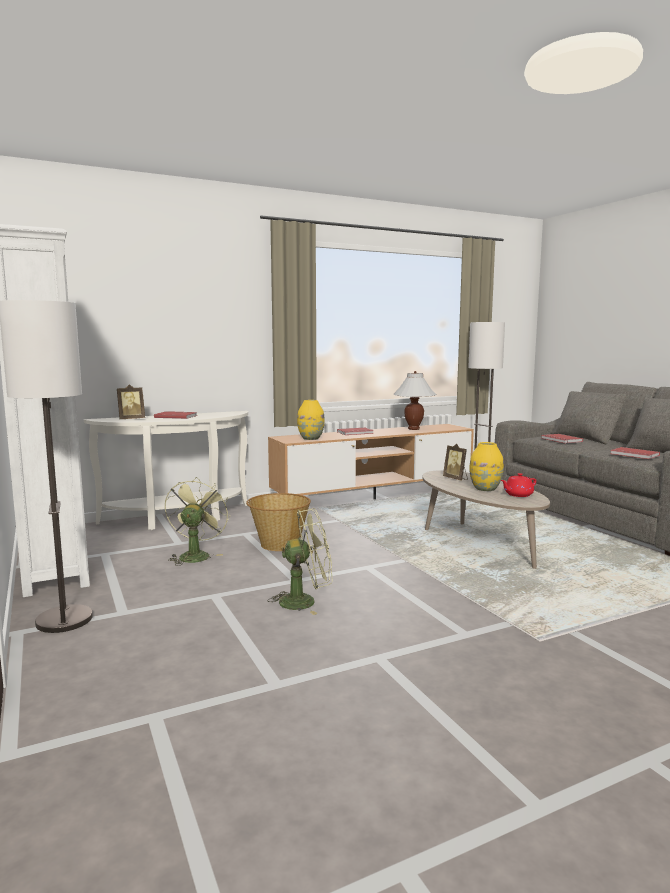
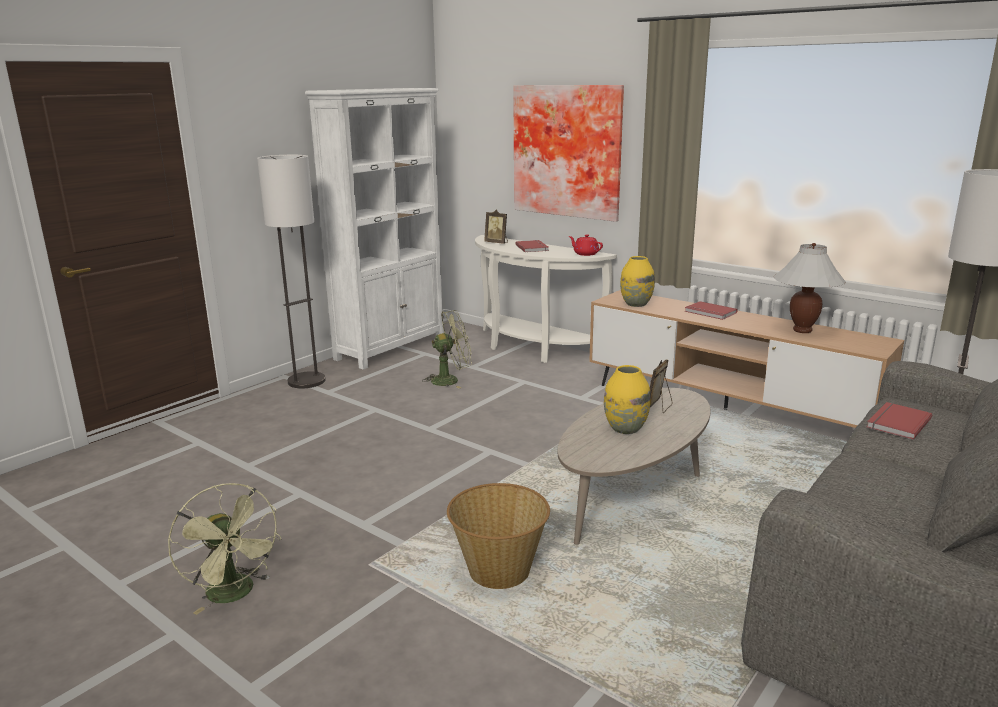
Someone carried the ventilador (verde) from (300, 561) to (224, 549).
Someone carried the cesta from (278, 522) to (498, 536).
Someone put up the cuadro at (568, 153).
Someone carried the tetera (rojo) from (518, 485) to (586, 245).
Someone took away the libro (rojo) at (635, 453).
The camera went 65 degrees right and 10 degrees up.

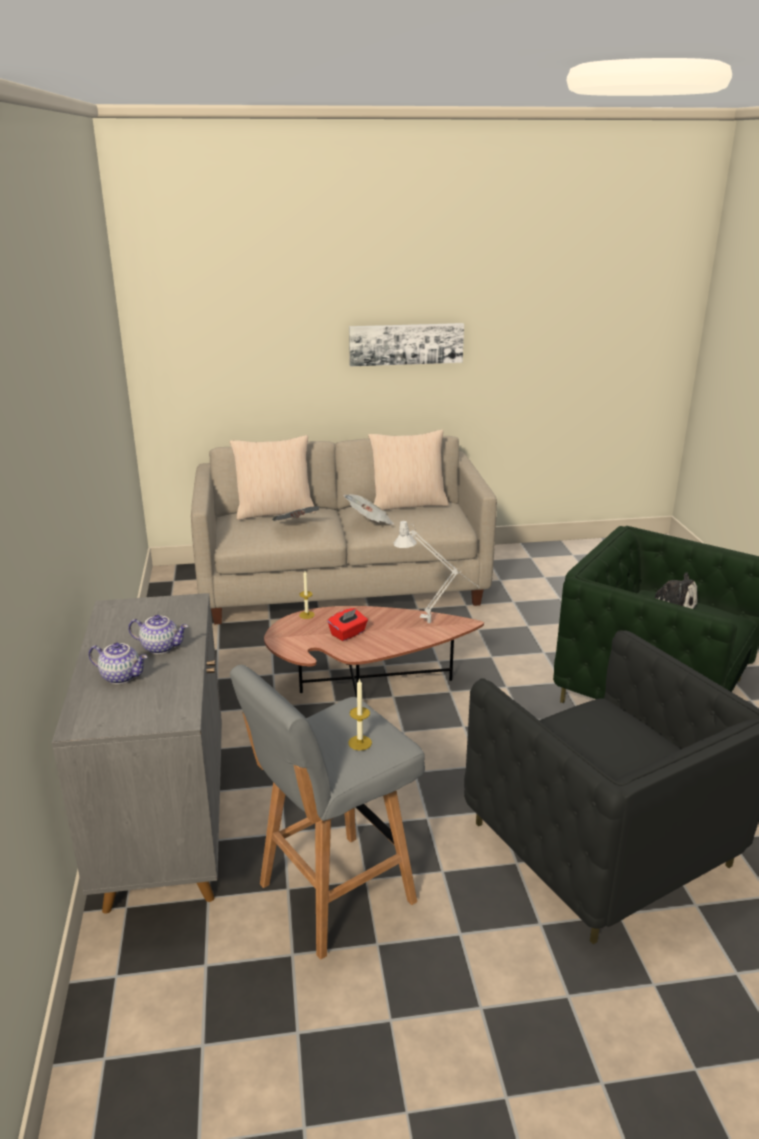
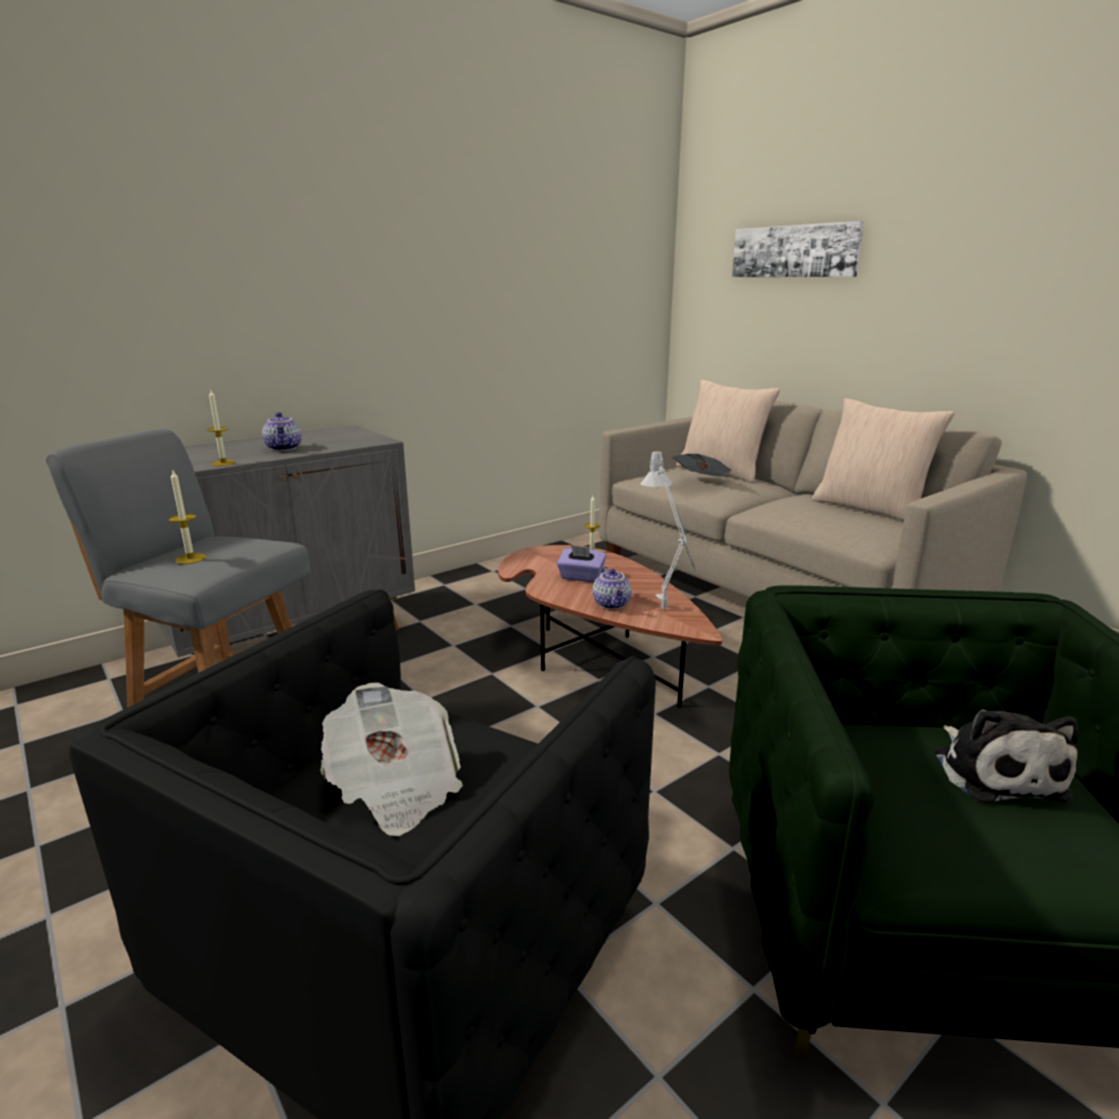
Someone put down the vela at (221, 428).
Someone carried the periódico from (369, 509) to (391, 759).
Someone repainted the caja de pañuelos (rojo) at (348, 624), which became the caja de pañuelos (morado) at (581, 563).
Someone carried the tetera from (118, 663) to (612, 588).
Someone carried the cuadro from (406, 344) to (798, 249).
The camera went 60 degrees right and 5 degrees down.

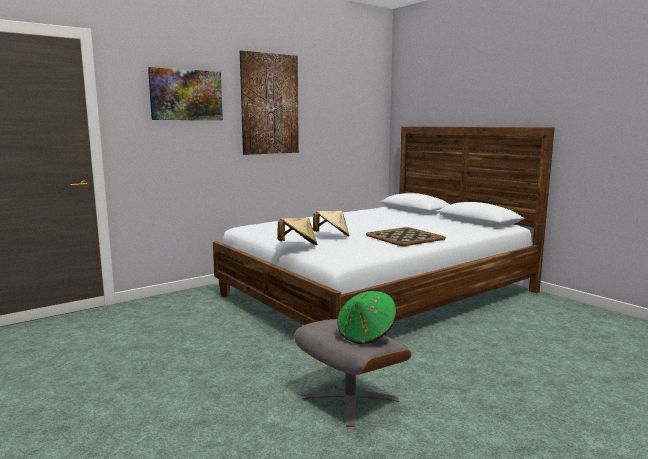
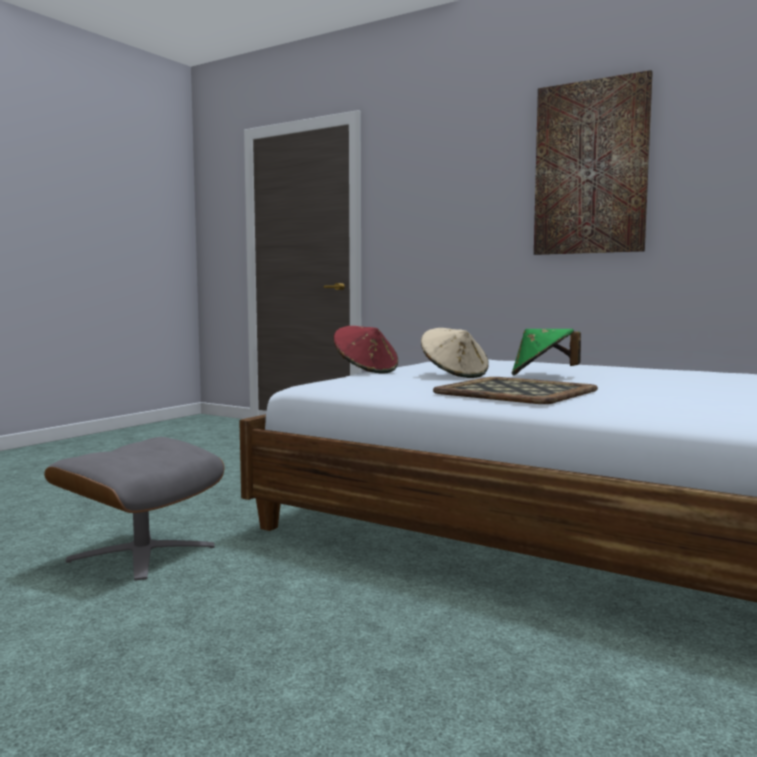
Someone repainted the sombrero (beis) at (297, 231), which became the sombrero (rojo) at (366, 350).
Someone carried the sombrero (verde) from (366, 317) to (546, 352).
Someone took away the cuadro at (185, 93).
The camera went 70 degrees right and 5 degrees down.

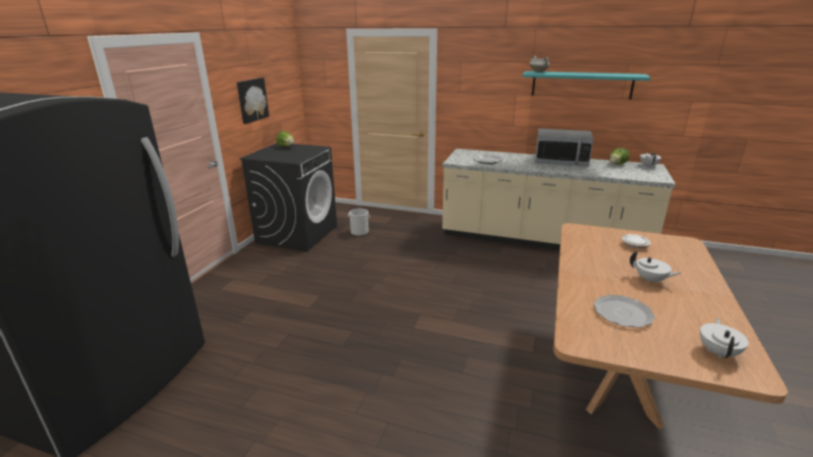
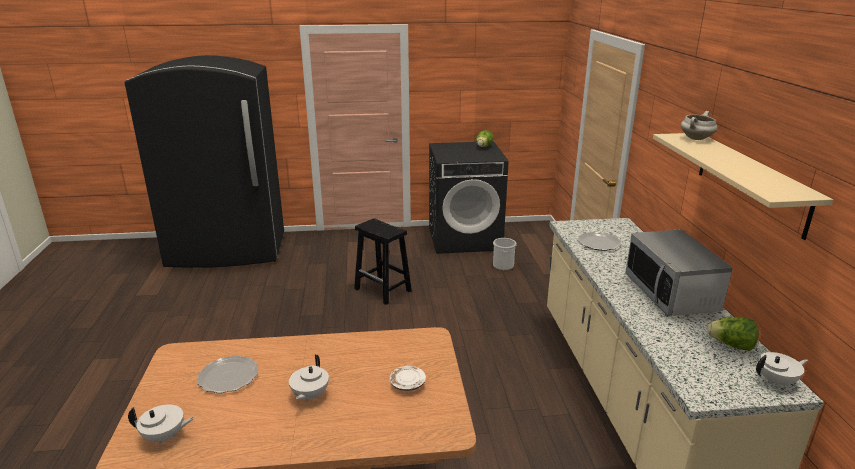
Someone put down the taburete (negro) at (383, 261).
Someone repainted the estante (turquesa) at (586, 85), which became the estante (beis) at (743, 186).
Someone took away the cuadro at (253, 101).
The camera went 65 degrees right and 0 degrees up.

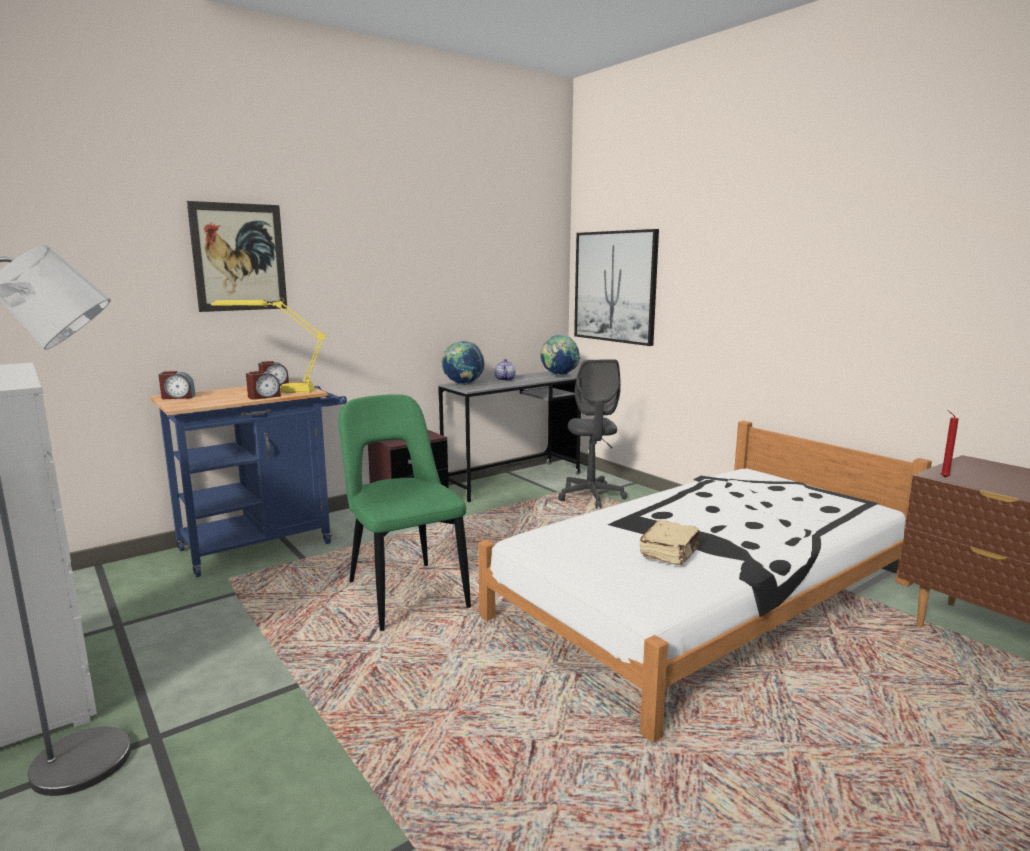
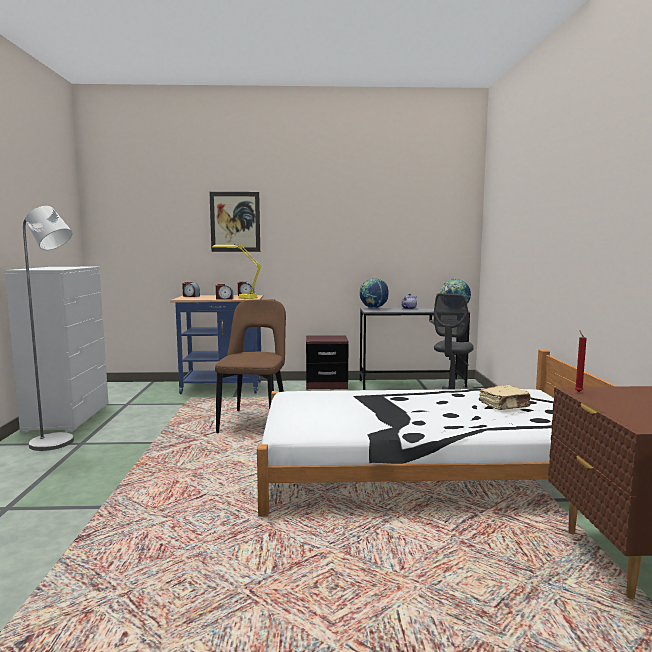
Someone repainted the silla (verde) at (405, 512), which became the silla (marrón) at (250, 366).
Someone carried the libro (beis) from (669, 542) to (505, 397).
Someone took away the cuadro at (616, 287).
The camera went 35 degrees right and 5 degrees down.

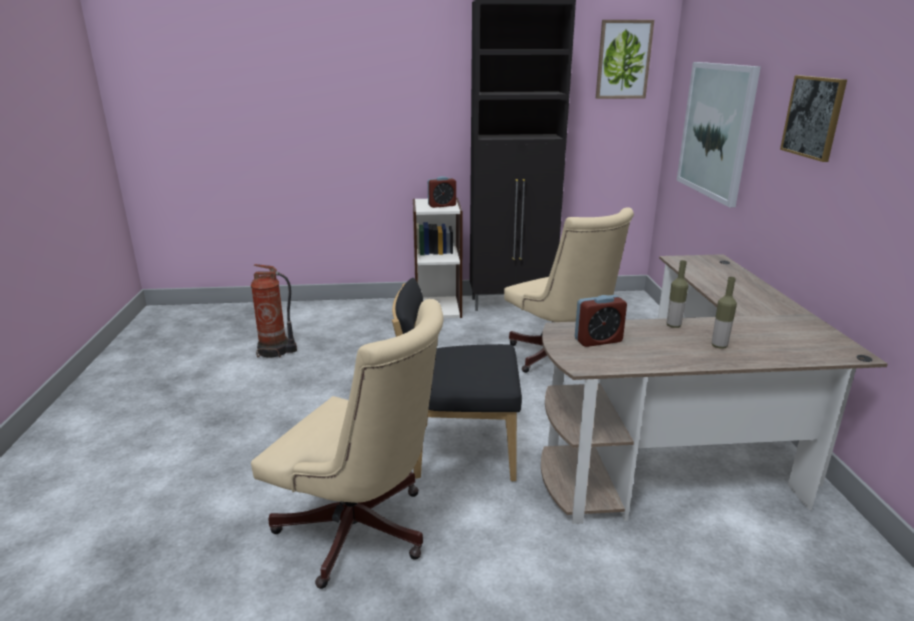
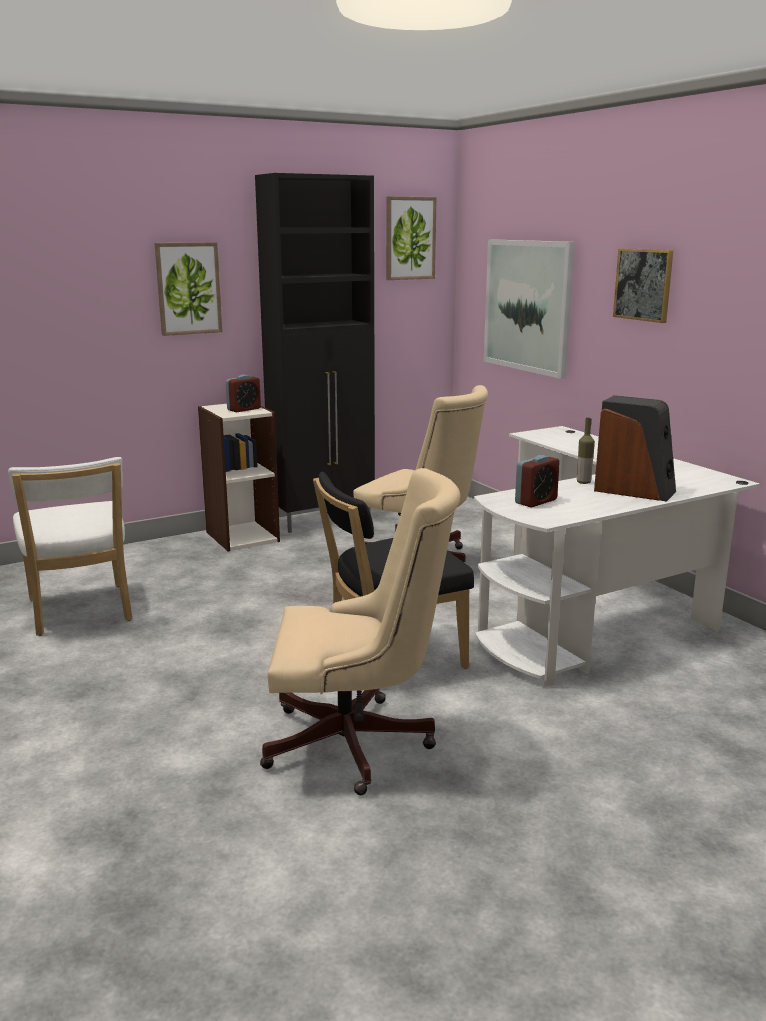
Someone swapped the extintor at (274, 311) for the silla (blanco) at (70, 546).
Someone put up the cuadro at (188, 289).
Someone repainted the escritorio (marrón) at (714, 389), which became the escritorio (blanco) at (617, 556).
Someone swapped the botella at (724, 313) for the altavoz at (635, 448).
The camera went 25 degrees left and 5 degrees down.

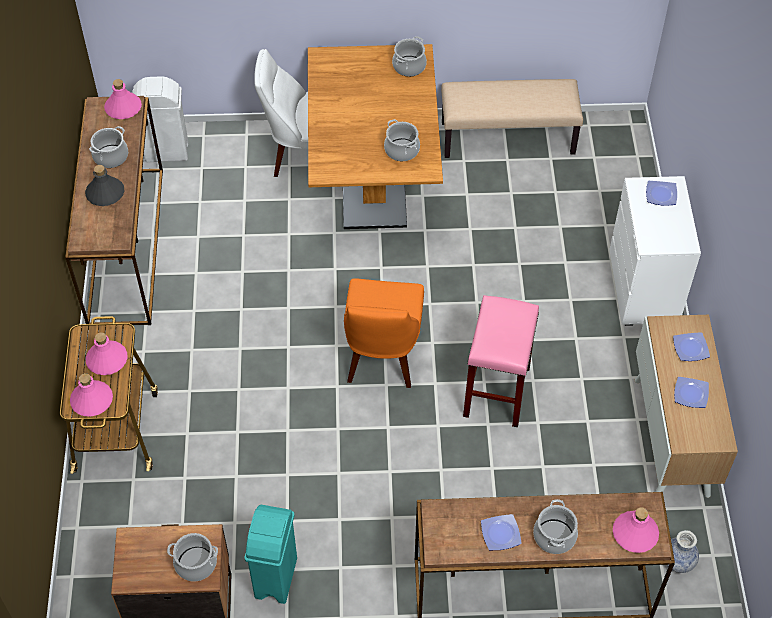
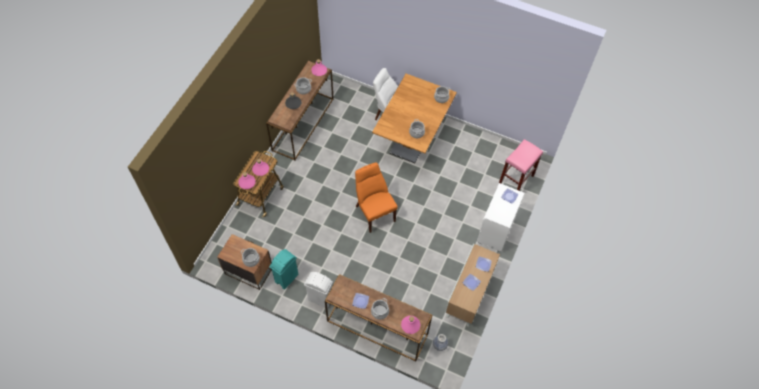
Someone carried the papelera (blanco) from (160, 119) to (318, 290).
Someone rotated the silla (naranja) at (384, 333) by 120 degrees clockwise.
Someone carried the taburete (rosa) from (501, 361) to (521, 165).
Someone took away the banco (beis) at (512, 118).
The camera went 25 degrees right and 5 degrees up.

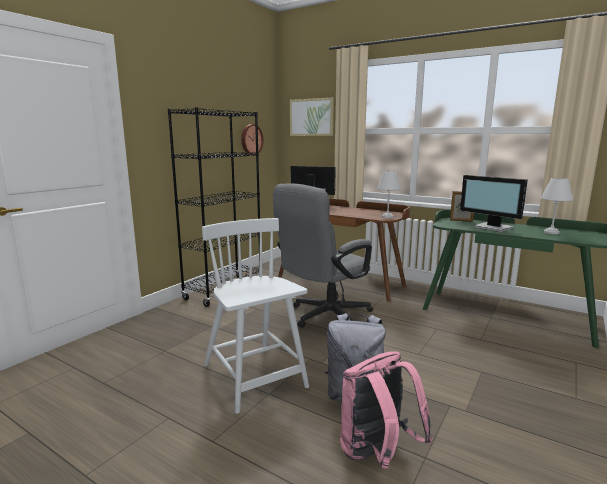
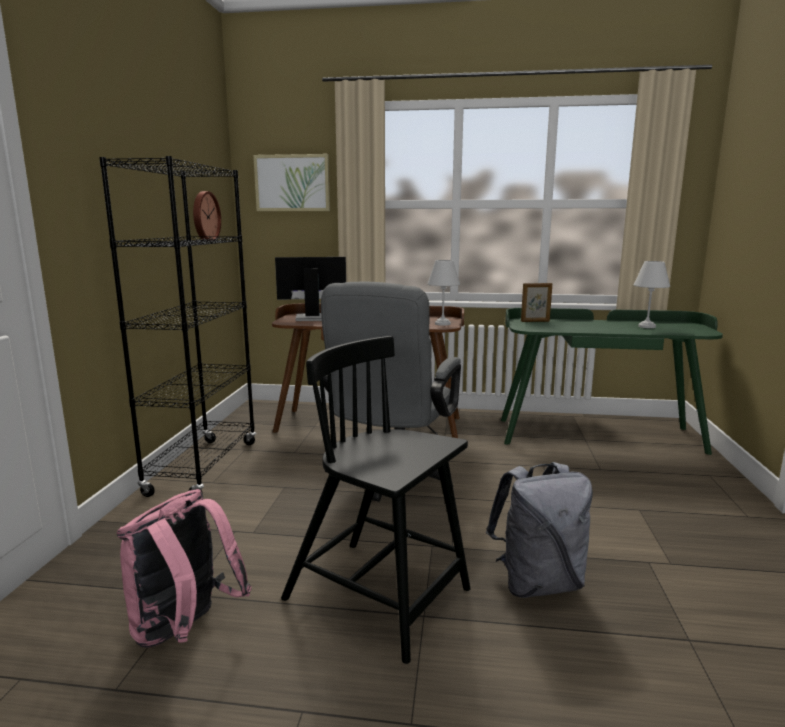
Someone carried the mochila (rosa) from (386, 410) to (184, 568).
Someone repainted the silla (blanco) at (255, 316), which became the silla (negro) at (375, 500).
Someone took away the monitor at (494, 203).
The camera went 25 degrees left and 0 degrees up.

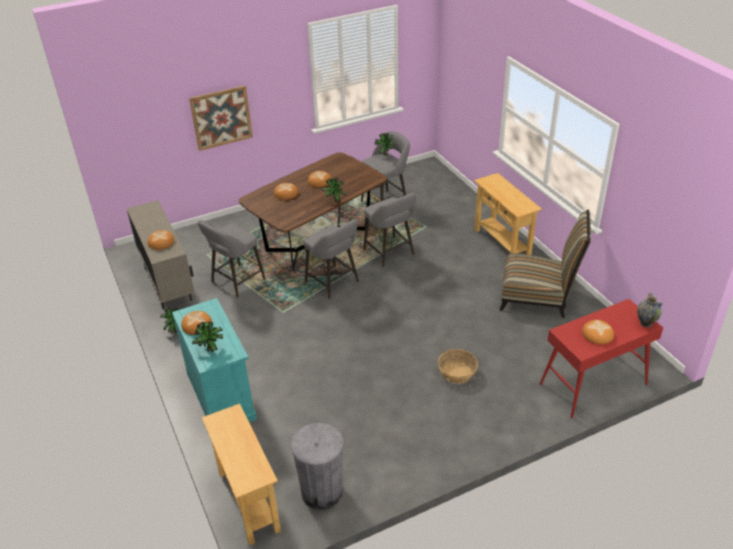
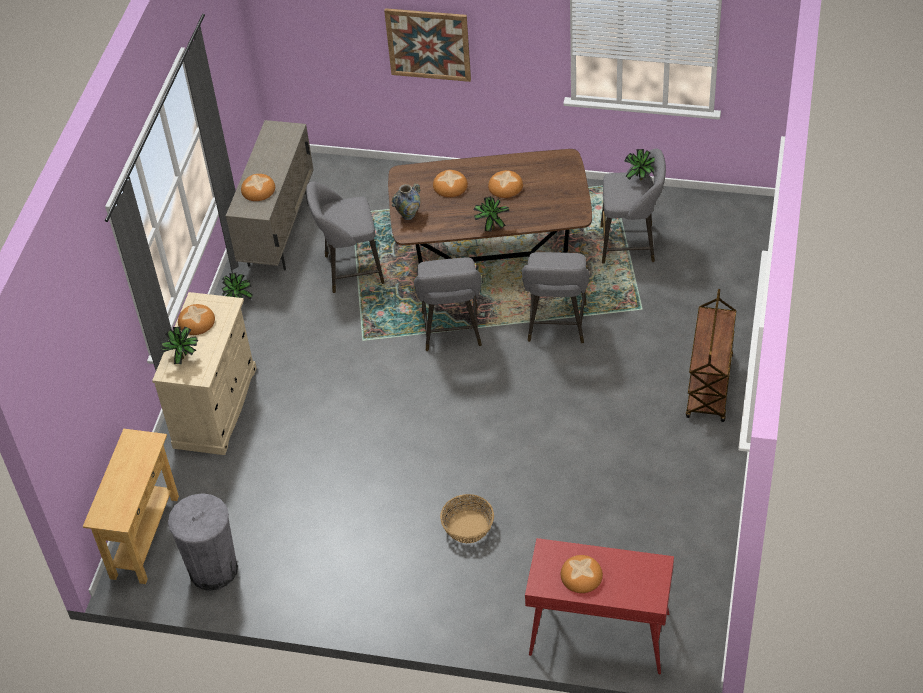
Someone repainted the armario (turquesa) at (214, 360), which became the armario (beis) at (204, 373).
Someone carried the florero from (650, 310) to (405, 201).
Someone swapped the mesa consola (beis) at (508, 214) for the carrito (marrón) at (711, 355).
Someone took away the silla at (545, 264).
The camera went 40 degrees right and 10 degrees up.

